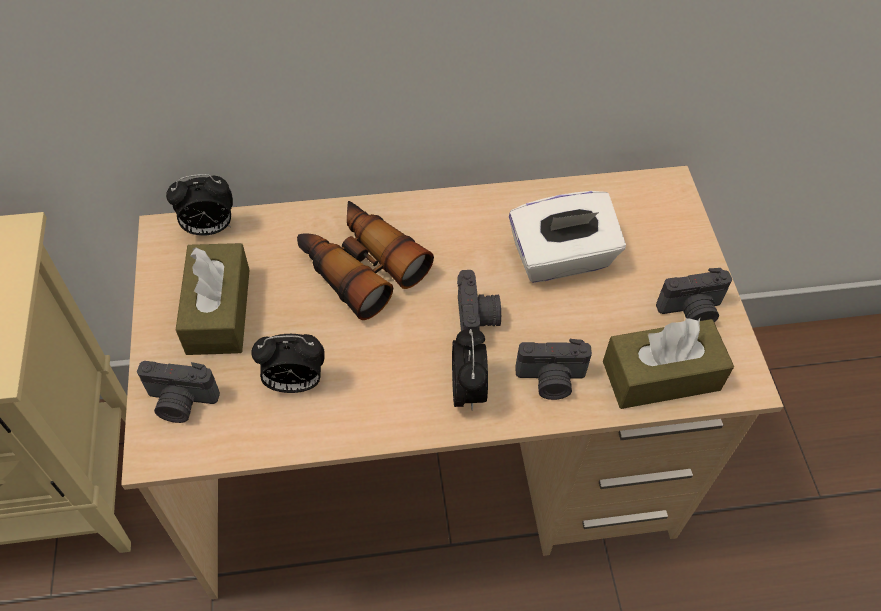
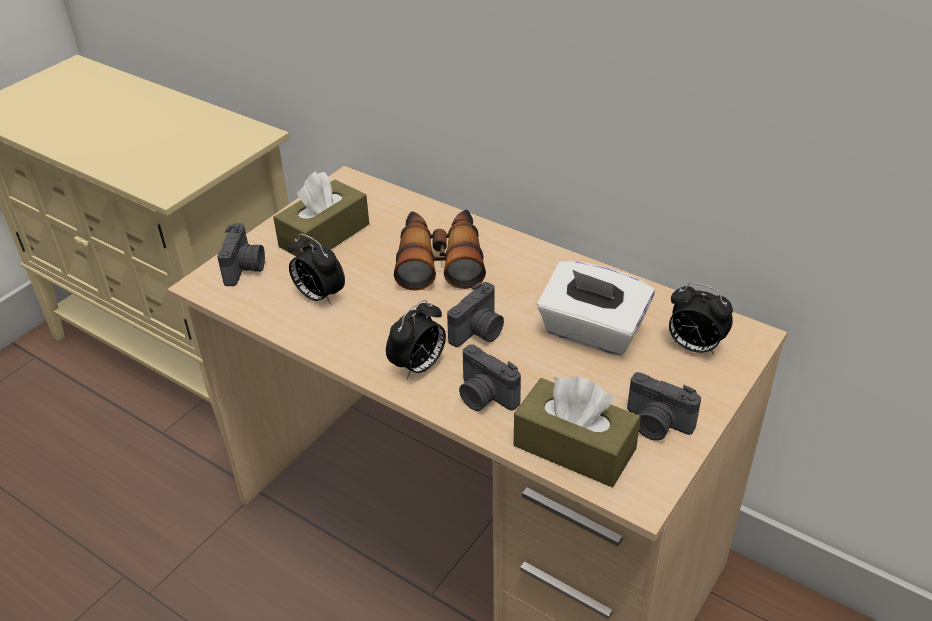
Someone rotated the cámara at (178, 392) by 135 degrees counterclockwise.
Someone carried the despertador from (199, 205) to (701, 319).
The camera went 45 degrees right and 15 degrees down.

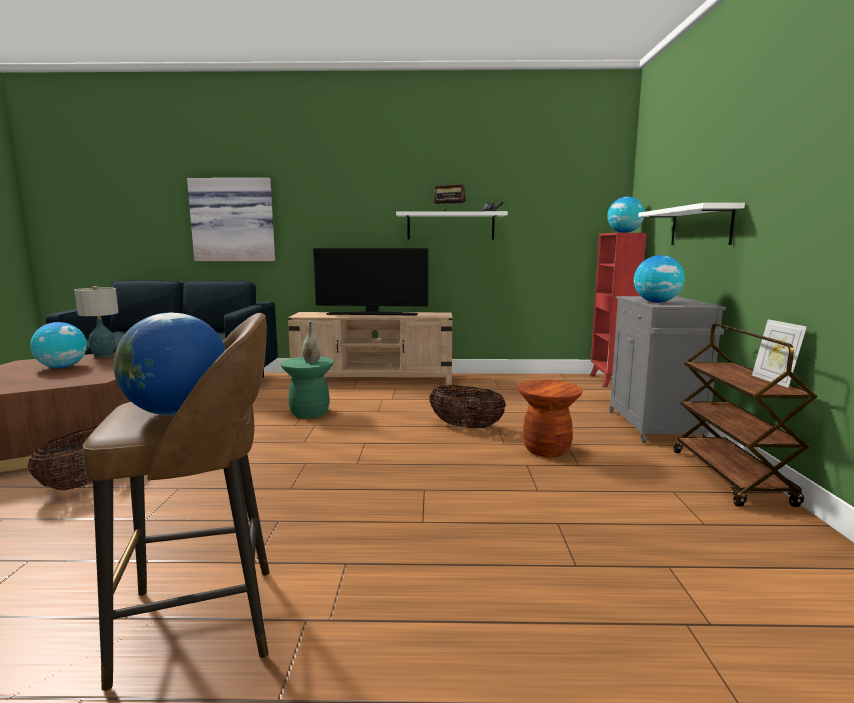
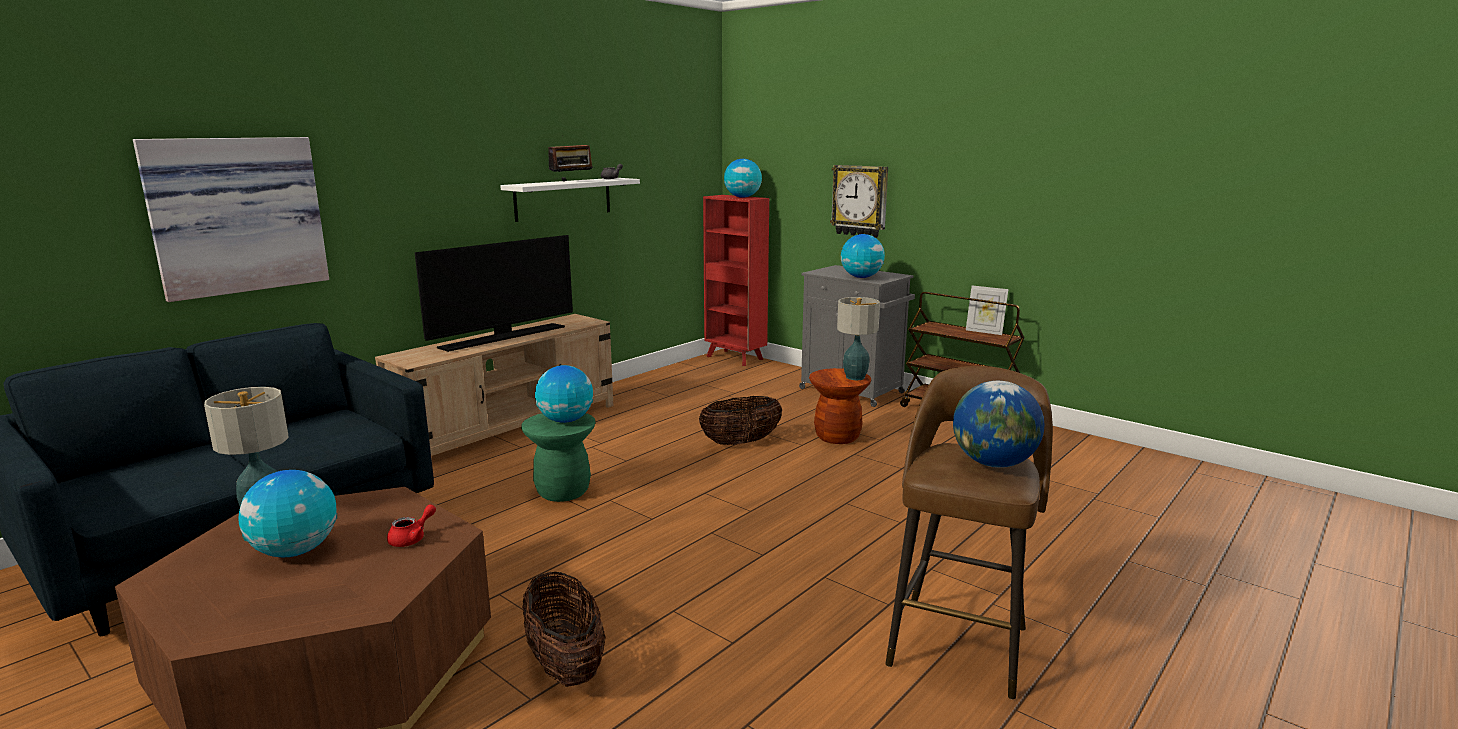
Someone put down the tetera (rojo) at (411, 525).
Someone swapped the florero (gris) at (311, 342) for the globo terráqueo at (564, 394).
Someone swapped the estante (blanco) at (691, 224) for the reloj de pared at (859, 201).
Someone put down the lámpara de mesa at (858, 338).
The camera went 50 degrees left and 5 degrees up.

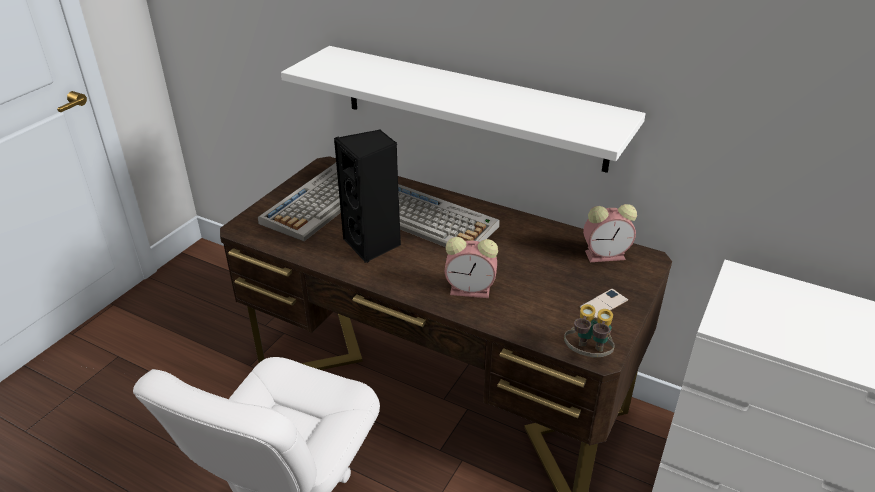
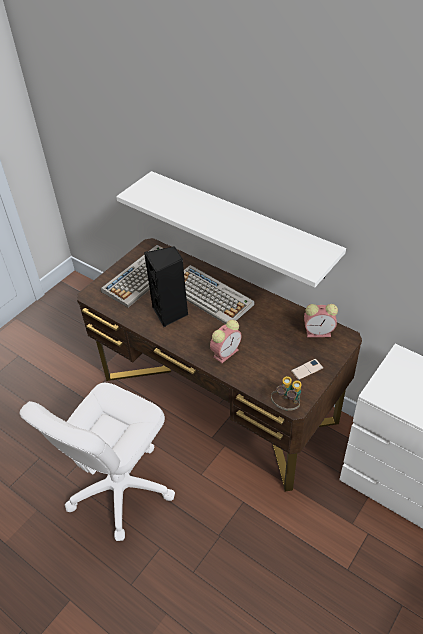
Someone rotated the despertador at (471, 267) by 60 degrees counterclockwise.
The camera went 10 degrees right and 10 degrees up.

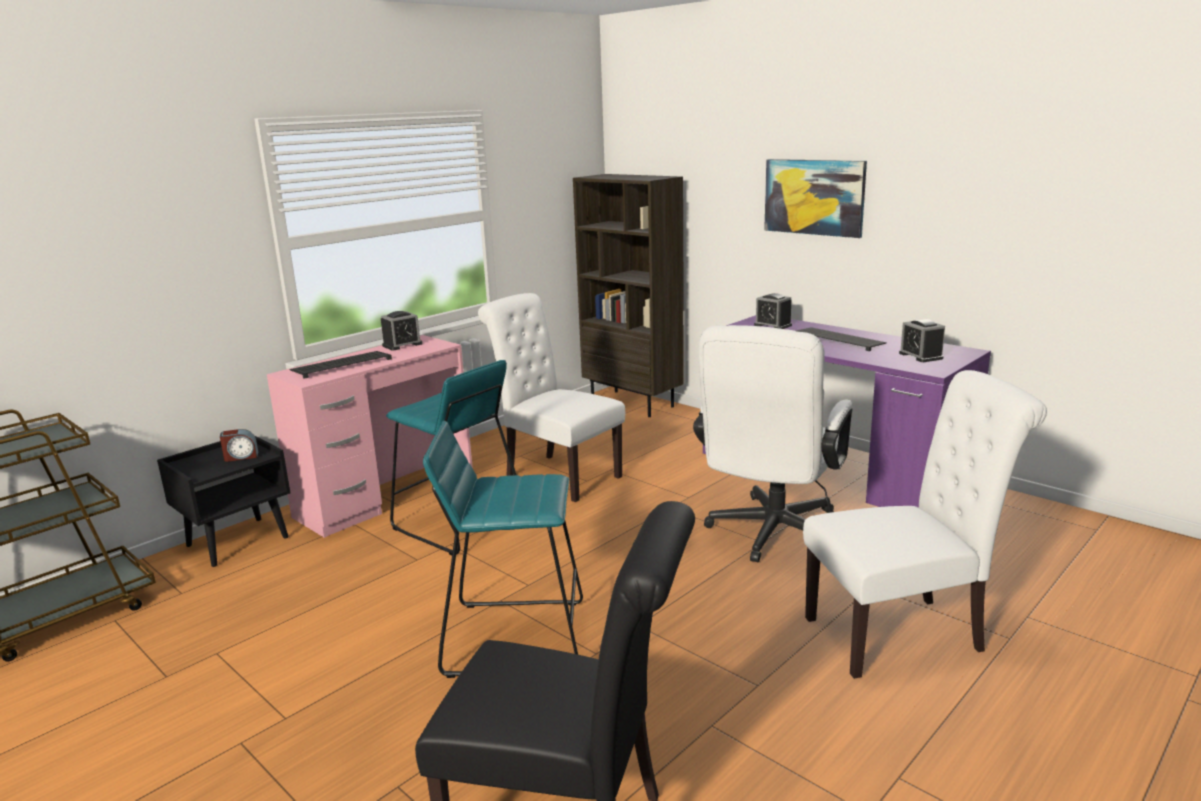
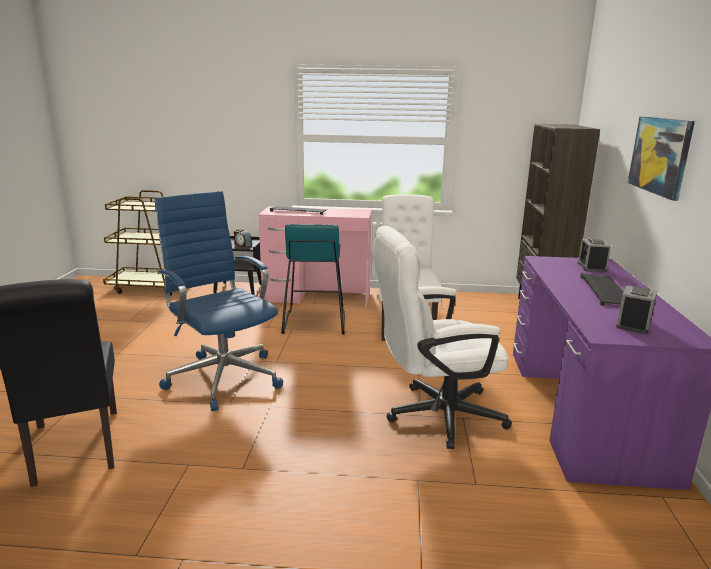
Someone swapped the taburete (turquesa) at (503, 549) for the silla de oficina (azul) at (219, 301).
Someone took away the despertador at (402, 331).
Someone took away the silla (blanco) at (925, 524).
The camera went 50 degrees right and 0 degrees up.

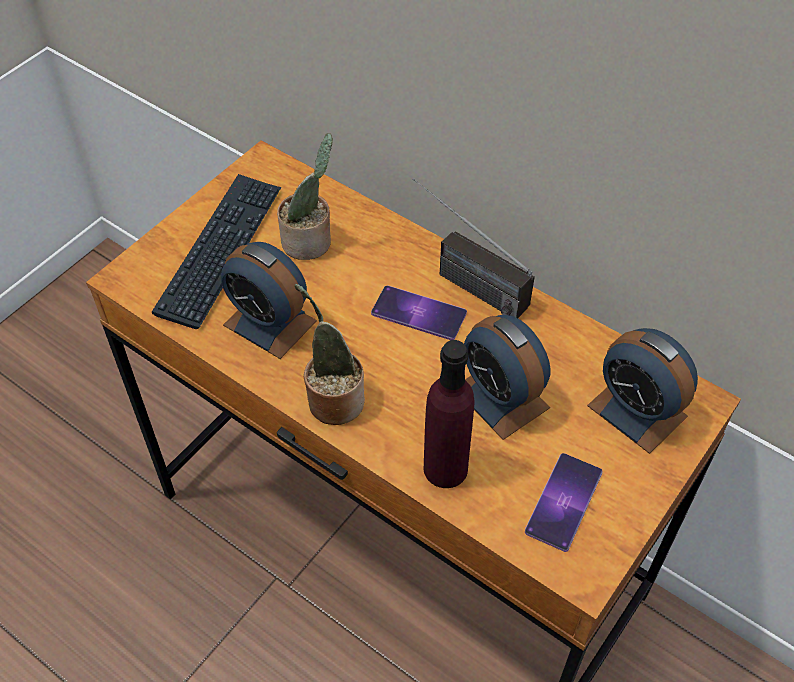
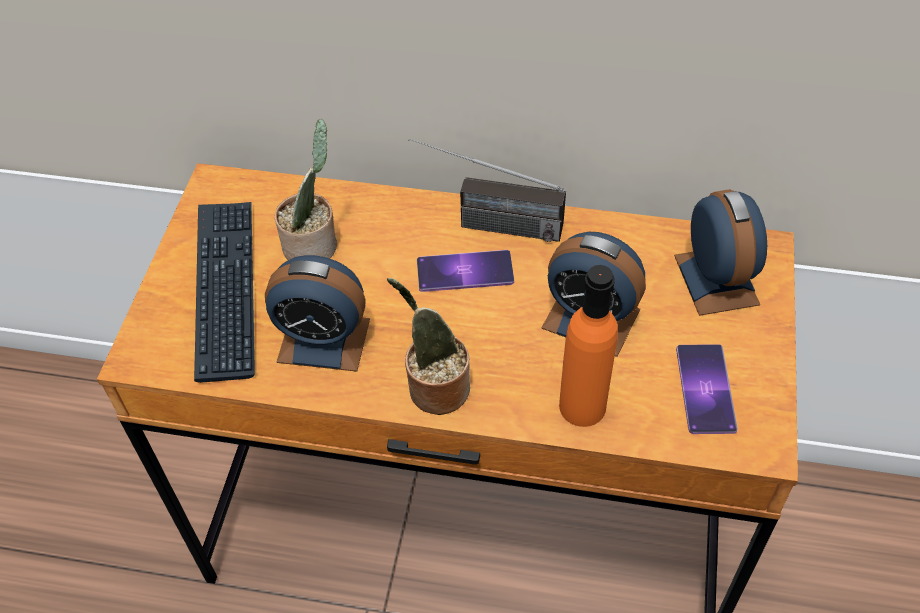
Someone repainted the botella (morado) at (449, 414), which became the botella (naranja) at (588, 346).
Someone rotated the despertador at (642, 391) by 120 degrees counterclockwise.
The camera went 25 degrees left and 0 degrees up.

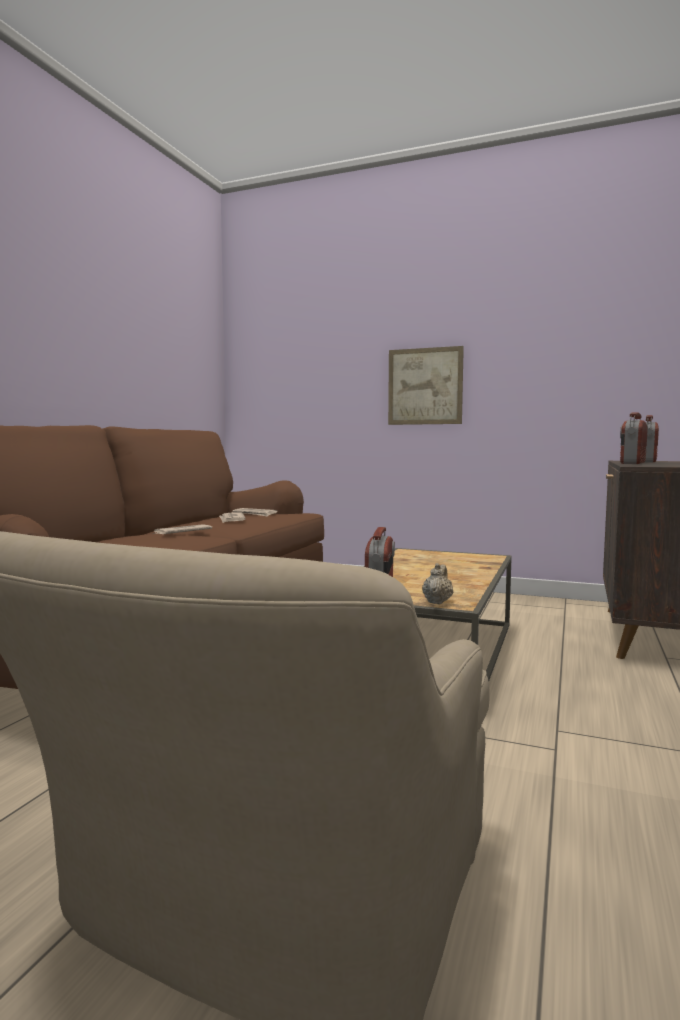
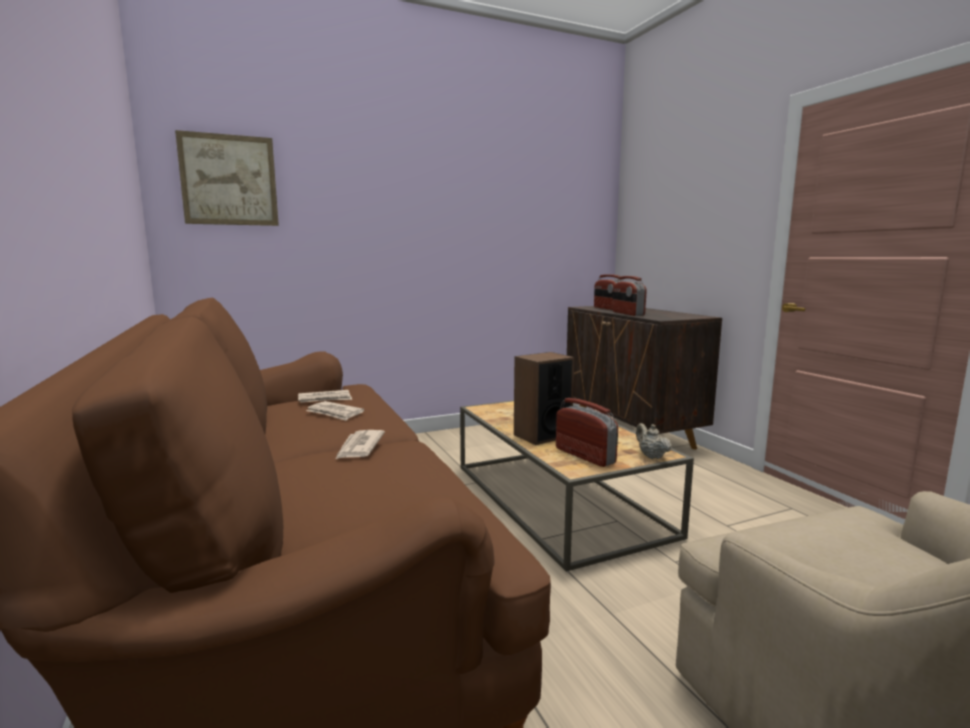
Someone carried the cuadro from (426, 385) to (227, 178).
Someone put down the altavoz at (544, 398).
The camera went 45 degrees left and 5 degrees up.

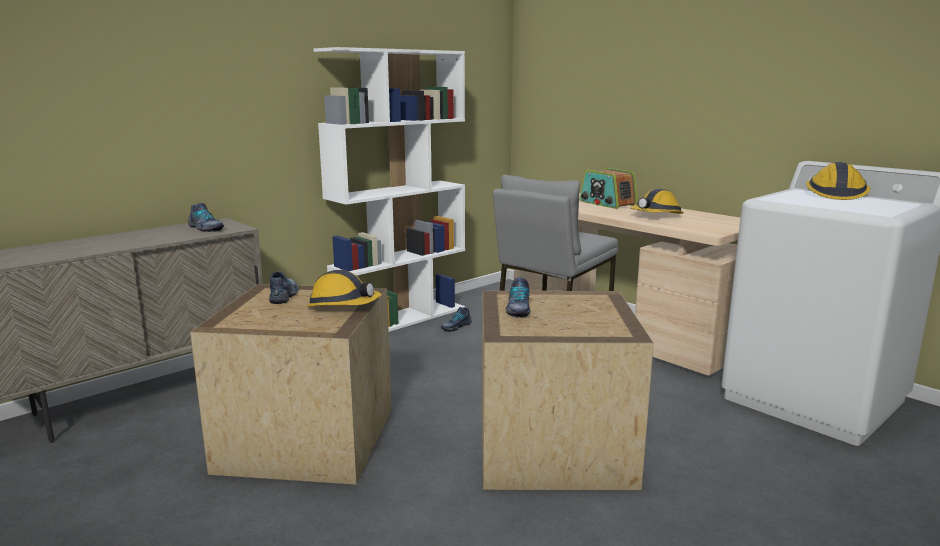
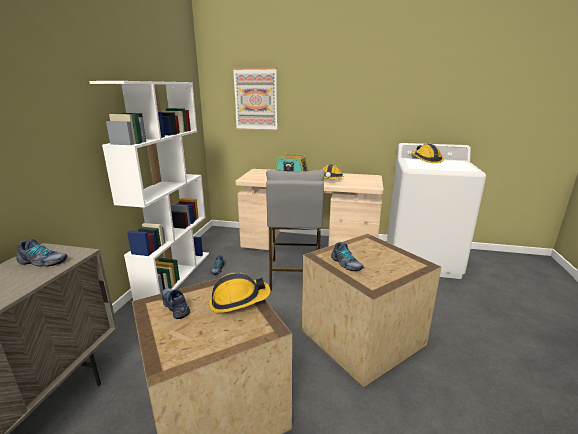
Someone put up the cuadro at (255, 99).
The camera went 35 degrees left and 5 degrees up.

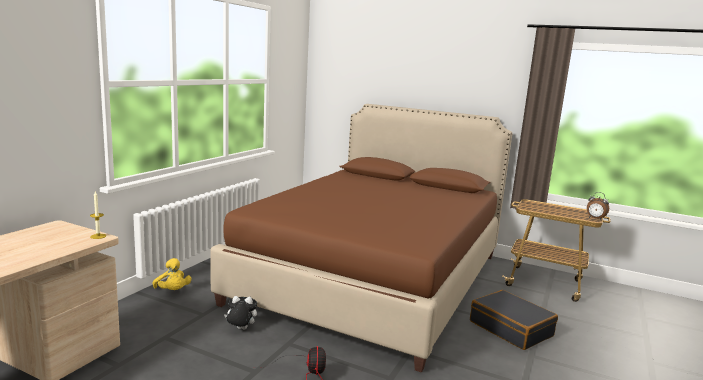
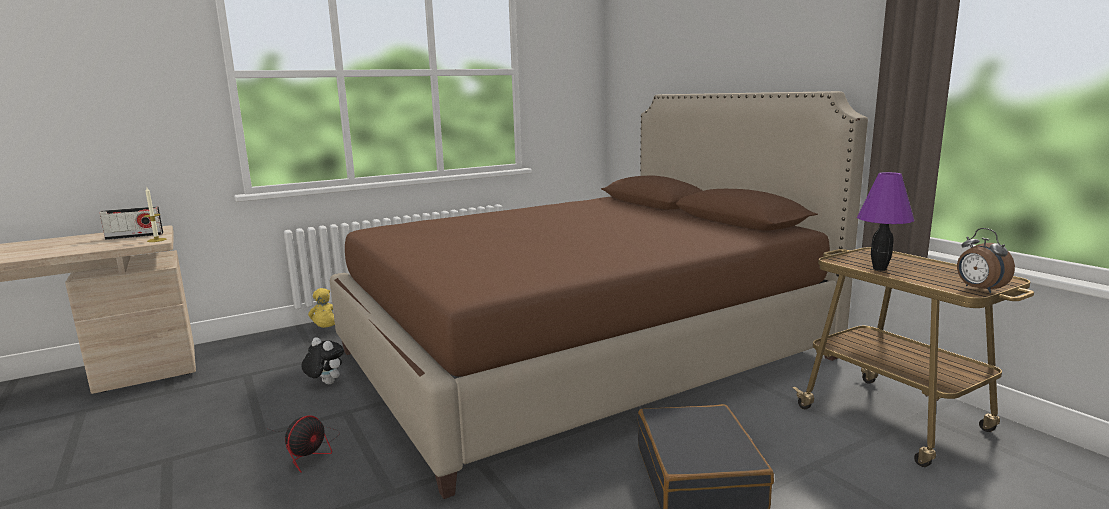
Someone put down the radio at (131, 223).
Someone put down the lámpara de mesa (morado) at (885, 221).
The camera went 35 degrees right and 0 degrees up.

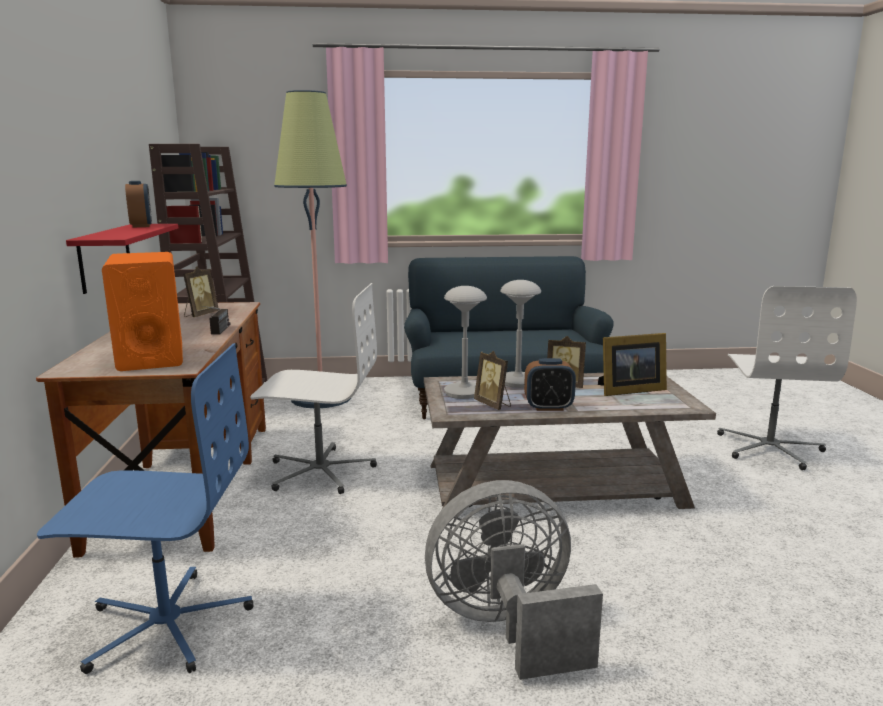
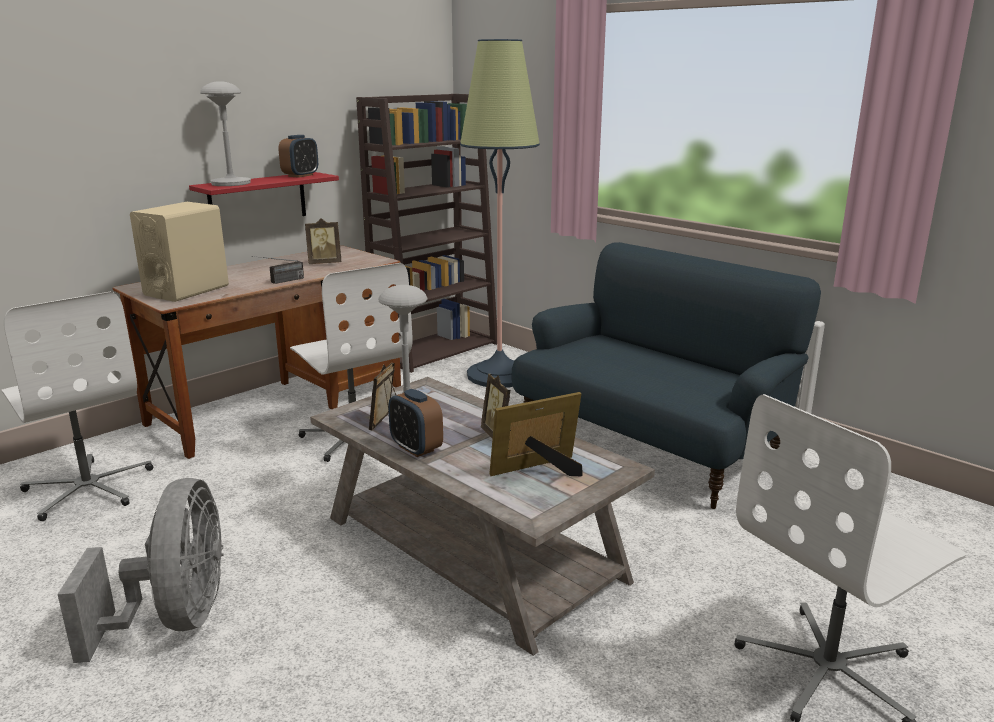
Someone repainted the silla de oficina (azul) at (145, 508), which became the silla de oficina (blanco) at (77, 406).
Someone rotated the ventilador (gris) at (514, 580) by 45 degrees clockwise.
Someone repainted the altavoz (naranja) at (142, 311), which became the altavoz (beis) at (179, 252).
Someone carried the lámpara de mesa (gris) from (520, 334) to (225, 133).
Someone rotated the portarretratos at (632, 364) by 120 degrees clockwise.
The camera went 50 degrees right and 5 degrees up.

